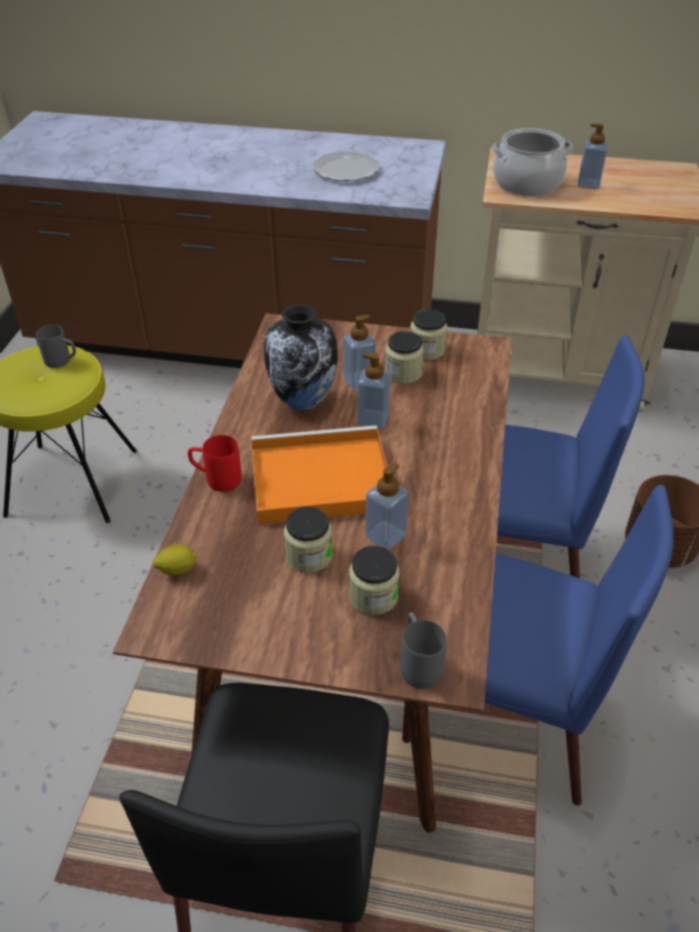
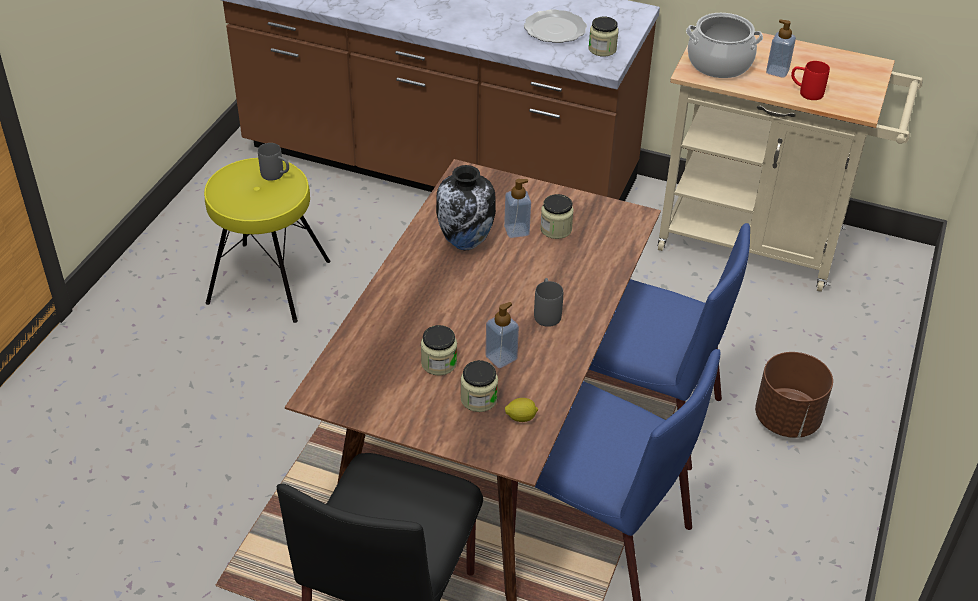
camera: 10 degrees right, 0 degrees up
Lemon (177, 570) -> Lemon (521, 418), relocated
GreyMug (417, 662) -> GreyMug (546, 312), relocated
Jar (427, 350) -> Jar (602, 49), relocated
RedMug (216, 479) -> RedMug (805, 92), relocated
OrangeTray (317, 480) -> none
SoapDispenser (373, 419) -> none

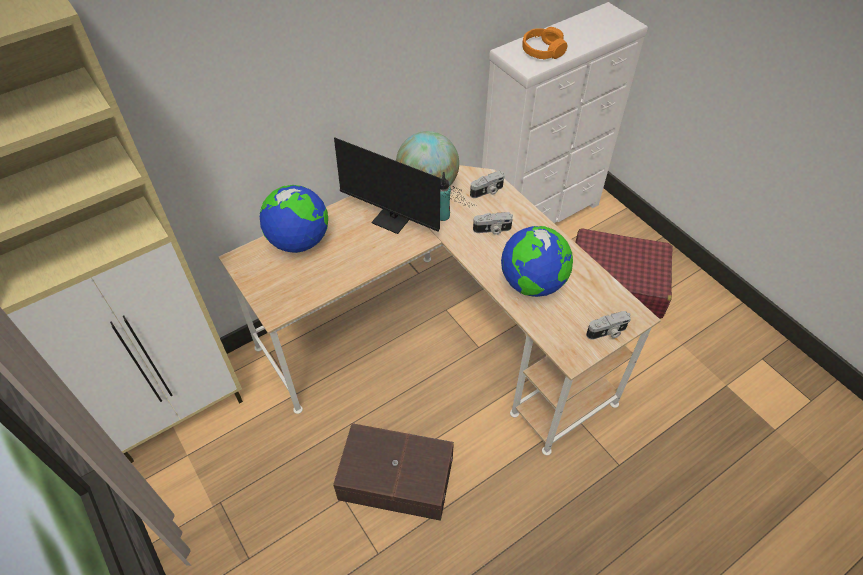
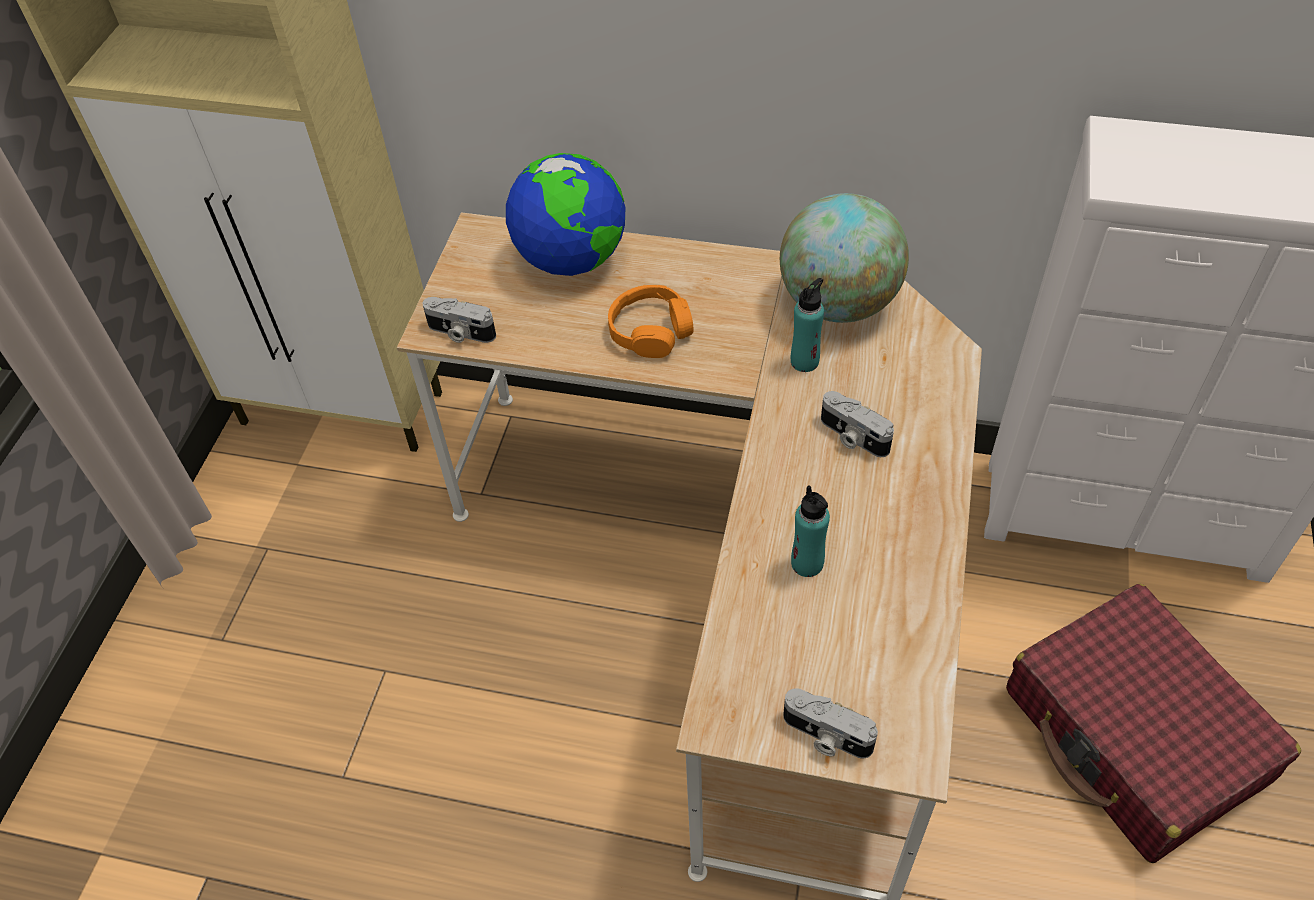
camera: 50 degrees right, 0 degrees up
PhotoCamera (487, 191) -> PhotoCamera (460, 333), relocated
OrangeHeadphones (543, 50) -> OrangeHeadphones (651, 331), relocated
Globe (532, 283) -> TurquoiseBottle (807, 563)
BrownStorageBox (395, 477) -> none
Monitor (396, 222) -> none

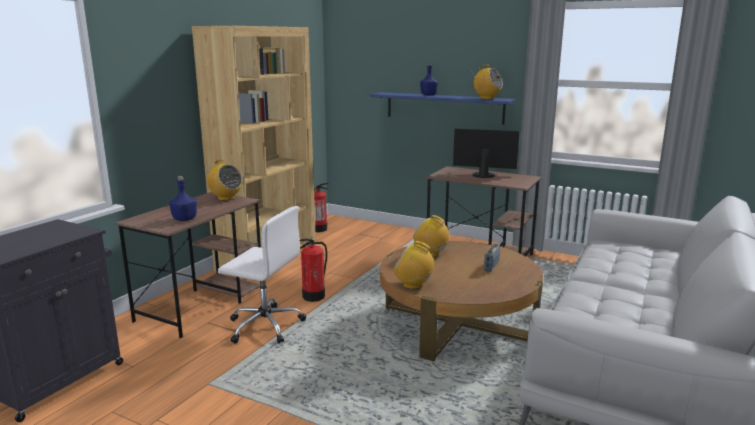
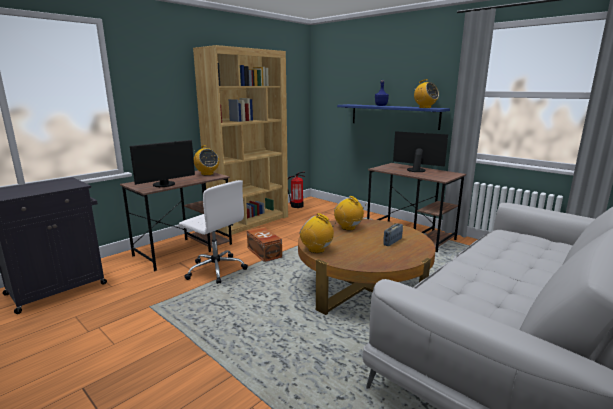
camera: 15 degrees right, 0 degrees up
BlueBottle (185, 219) -> Monitor (165, 185)
FireExtinguisher (314, 296) -> BrownStorageBox (264, 253)

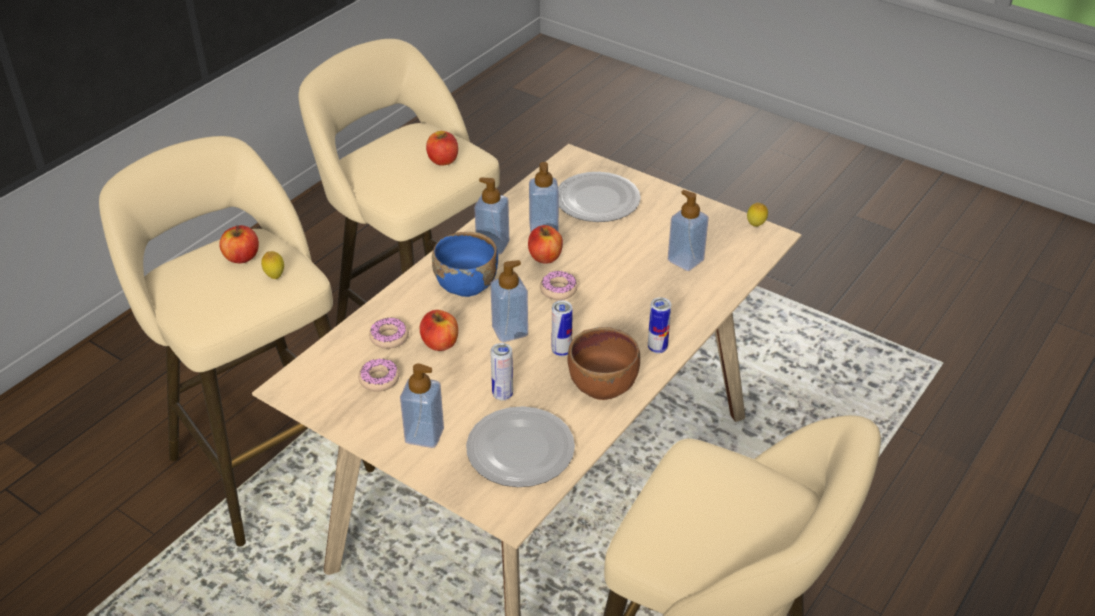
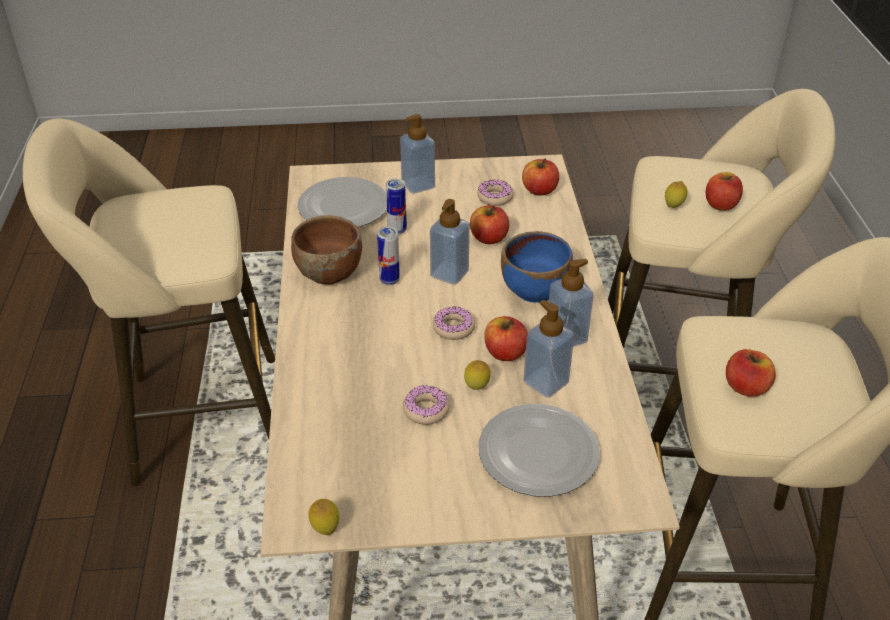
camera: 140 degrees right, 0 degrees up
Donut (389, 337) -> Donut (426, 410), relocated
none -> Lemon (476, 388)
none -> Apple (539, 190)
Can (657, 348) -> none
SoapDispenser (685, 260) -> none

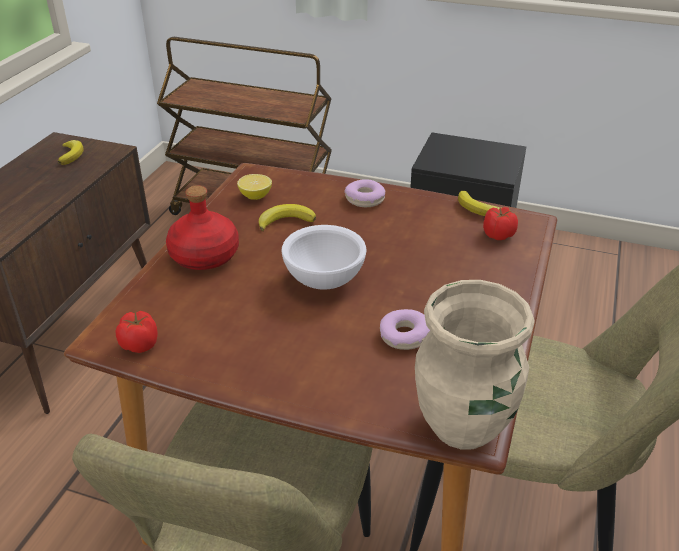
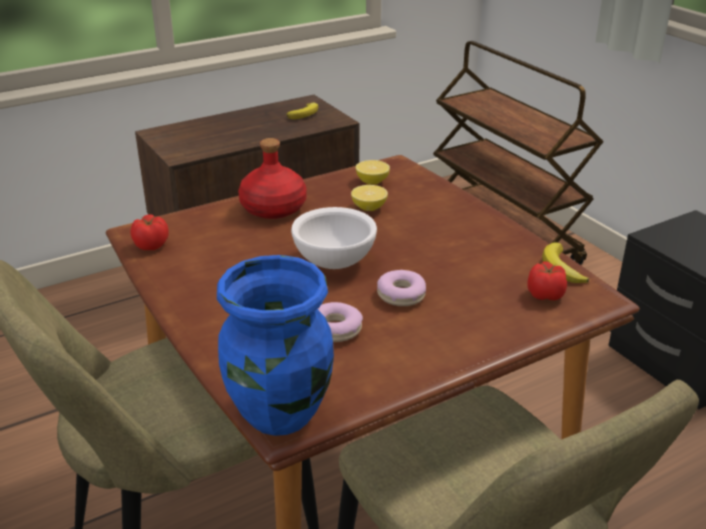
camera: 40 degrees right, 5 degrees down
BeigeVase (464, 426) -> BlueVase (281, 414)
Banana (285, 221) -> Lemon (369, 208)
Donut (364, 199) -> Donut (401, 295), relocated

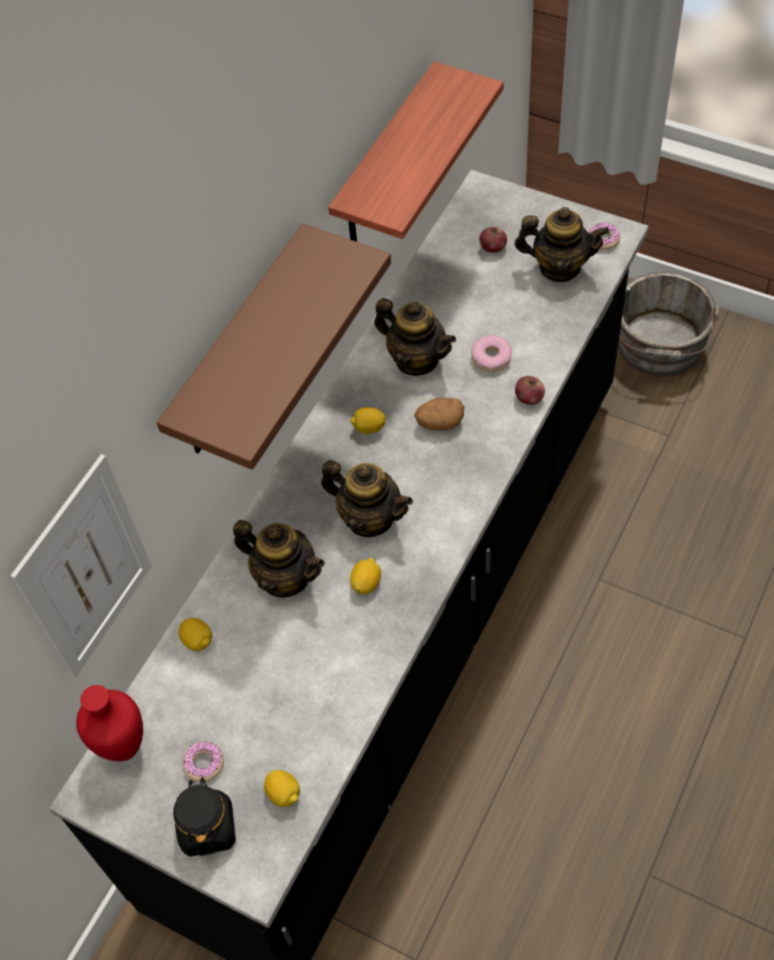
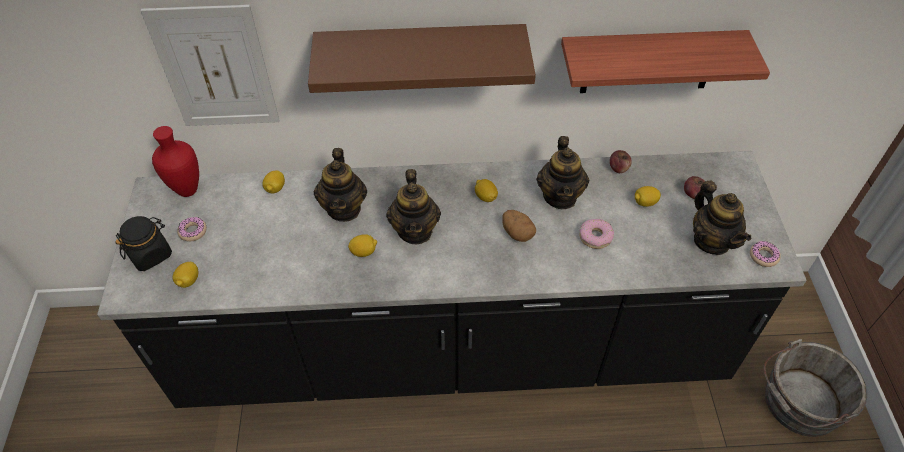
camera: 55 degrees right, 5 degrees down
Apple (529, 398) -> Apple (618, 168), relocated
none -> Lemon (645, 202)

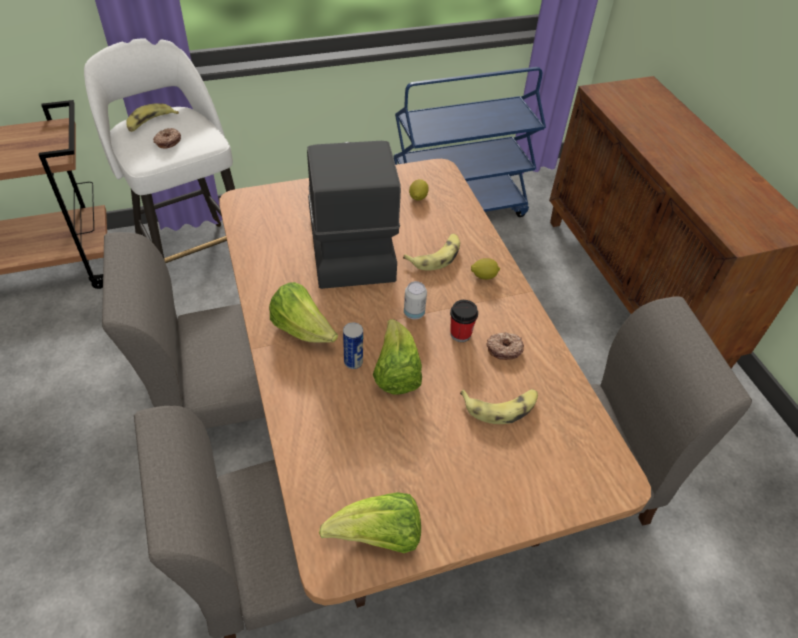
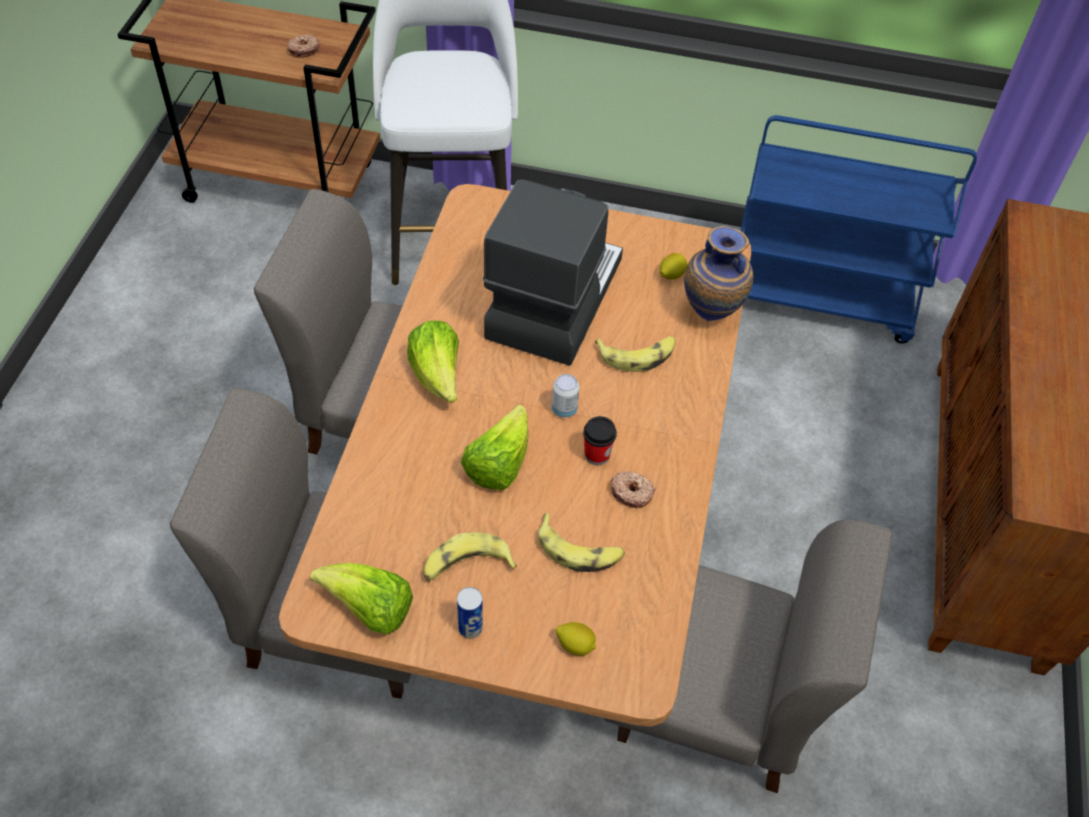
camera: 30 degrees right, 5 degrees up
Donut (167, 141) -> Donut (303, 50), relocated
Banana (150, 123) -> Banana (466, 565), relocated
Can (353, 362) -> Can (470, 628), relocated
Lemon (483, 276) -> Lemon (575, 645), relocated
none -> Vase (711, 314)

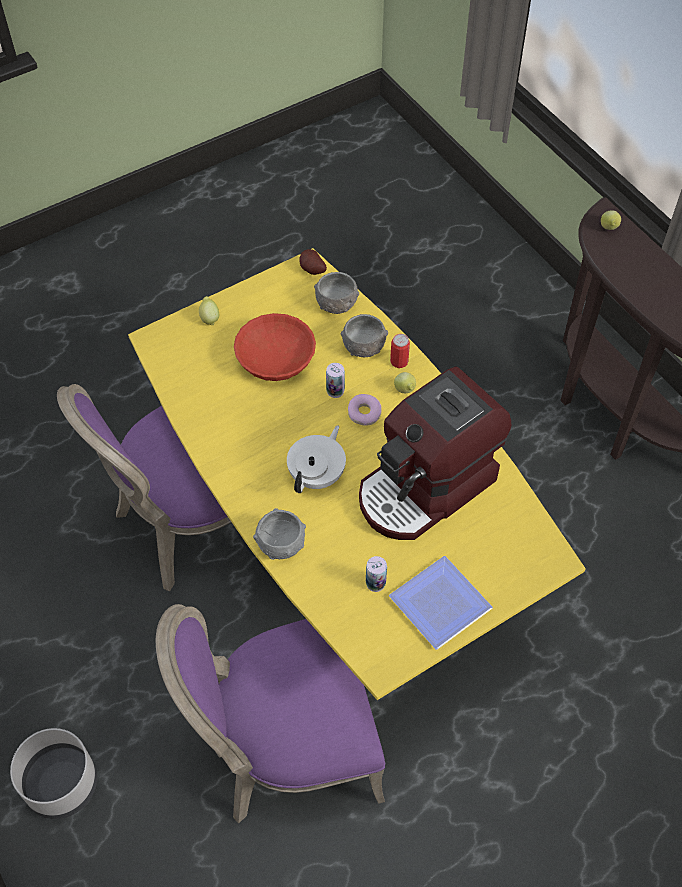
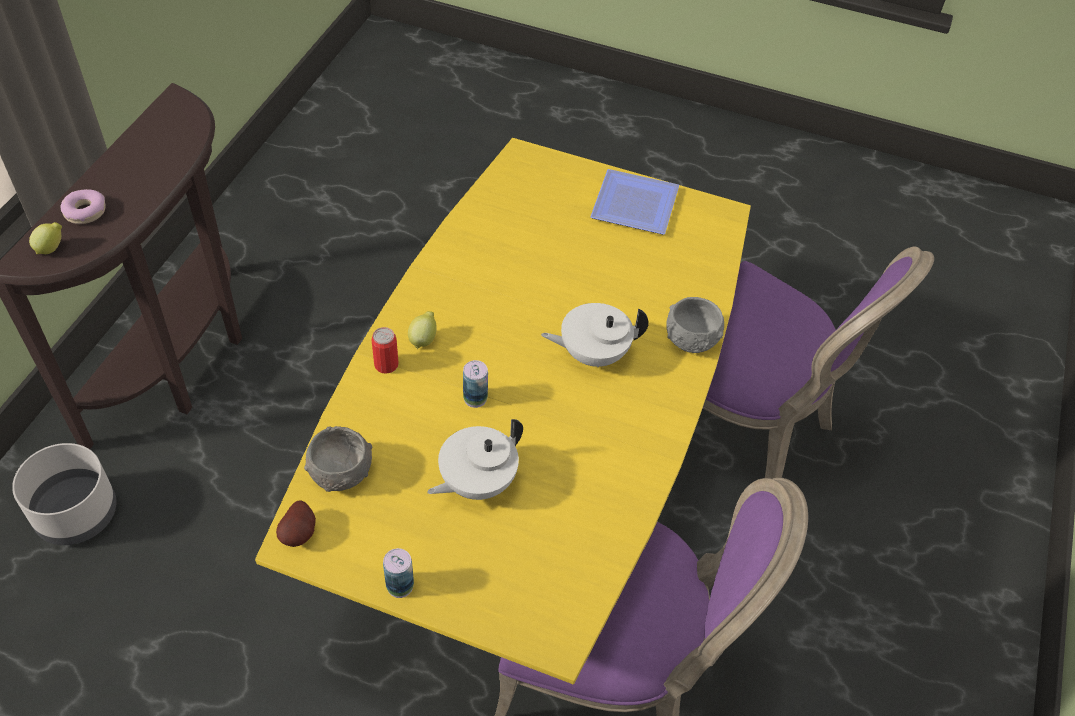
camera: 130 degrees left, 5 degrees down
GreyPlanter (61, 783) -> GreyPlanter (76, 514), relocated
Donut (364, 413) -> Donut (85, 212), relocated
Can (375, 583) -> Can (400, 586), relocated
RedBowl (276, 358) -> WhiteTeapot (476, 482)
Lemon (209, 318) -> none
GreyBowl (363, 346) -> none
CoffeeMachine (426, 488) -> none

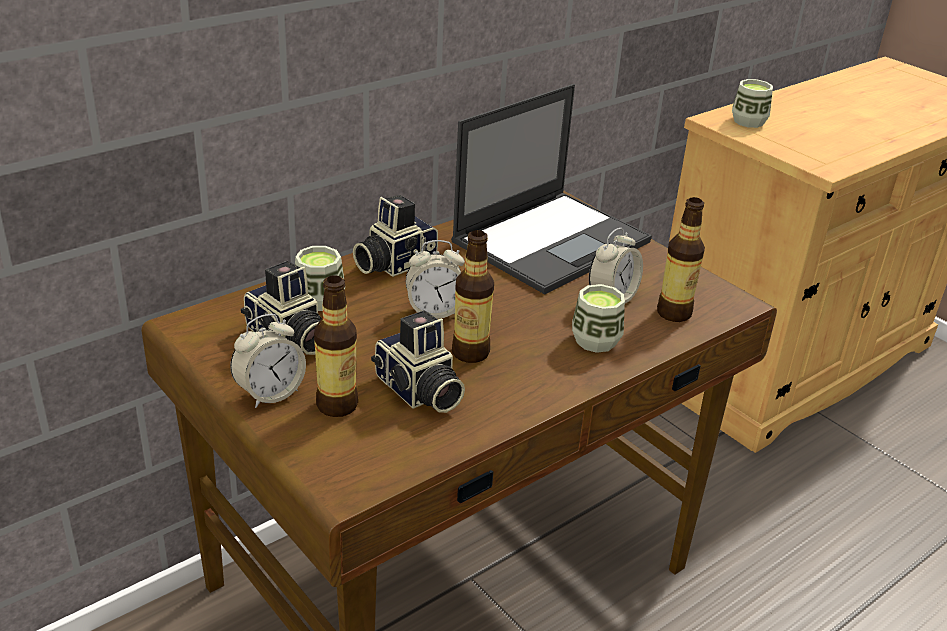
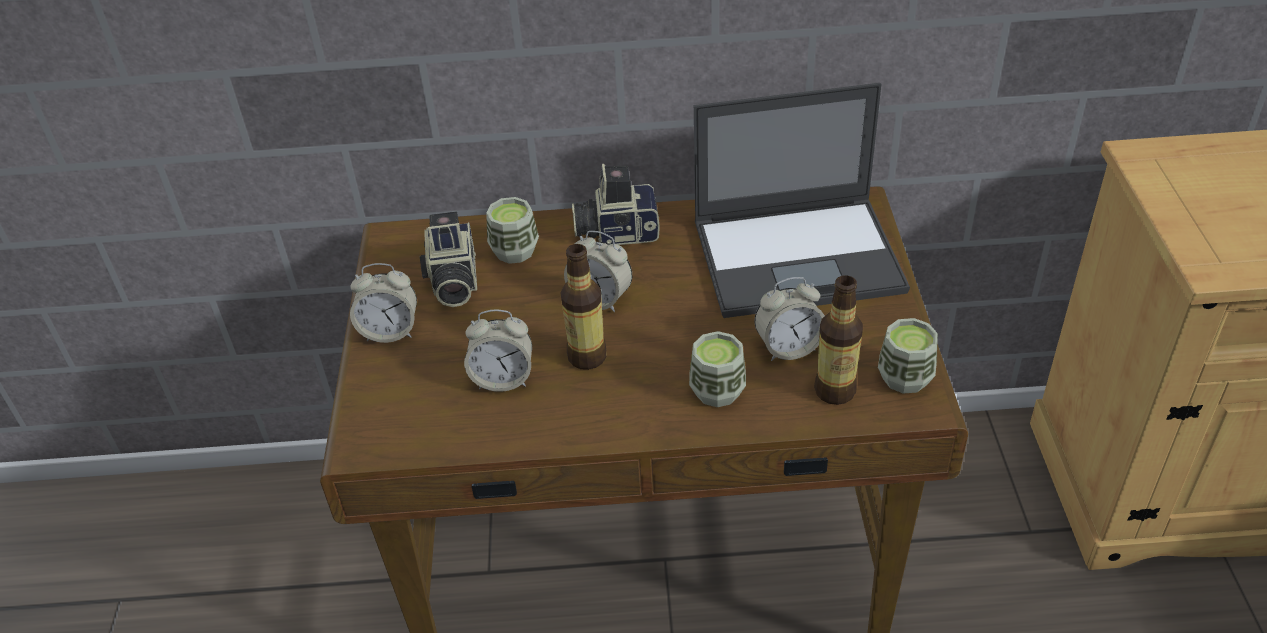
camera: 40 degrees right, 10 degrees up
PhotoCamera (418, 392) -> AlarmClock (503, 379)
Cup (748, 122) -> Cup (905, 377), relocated
Bottle (337, 405) -> none

